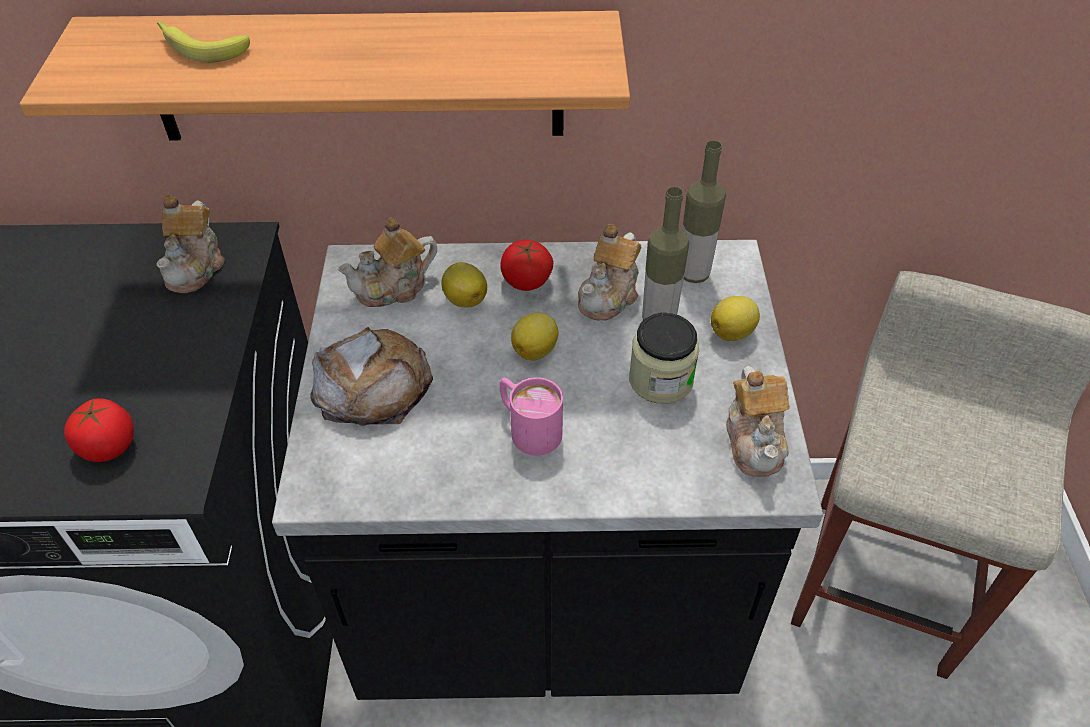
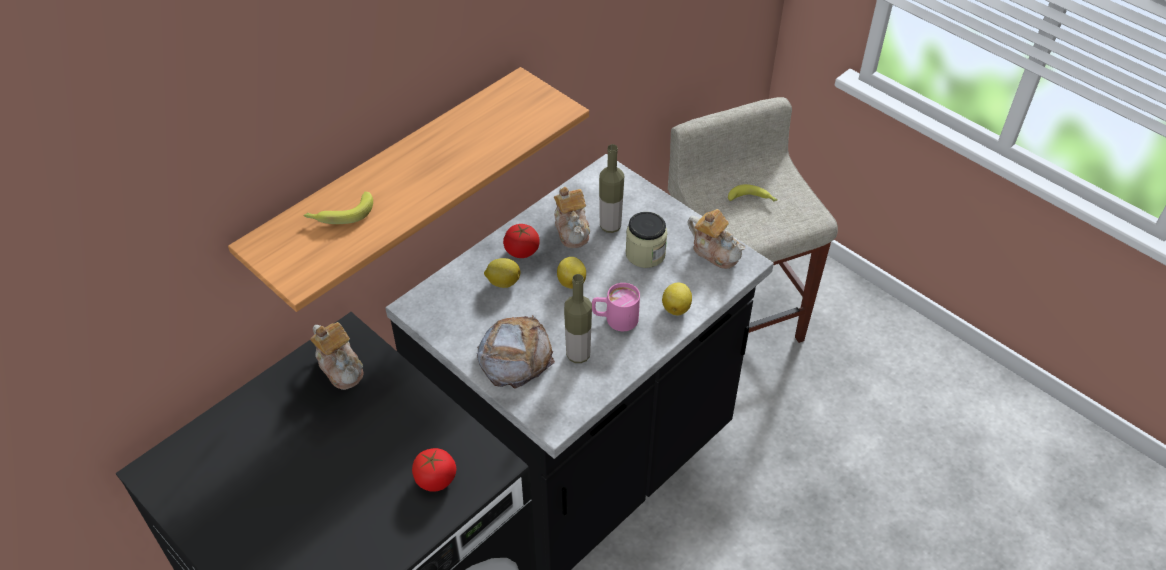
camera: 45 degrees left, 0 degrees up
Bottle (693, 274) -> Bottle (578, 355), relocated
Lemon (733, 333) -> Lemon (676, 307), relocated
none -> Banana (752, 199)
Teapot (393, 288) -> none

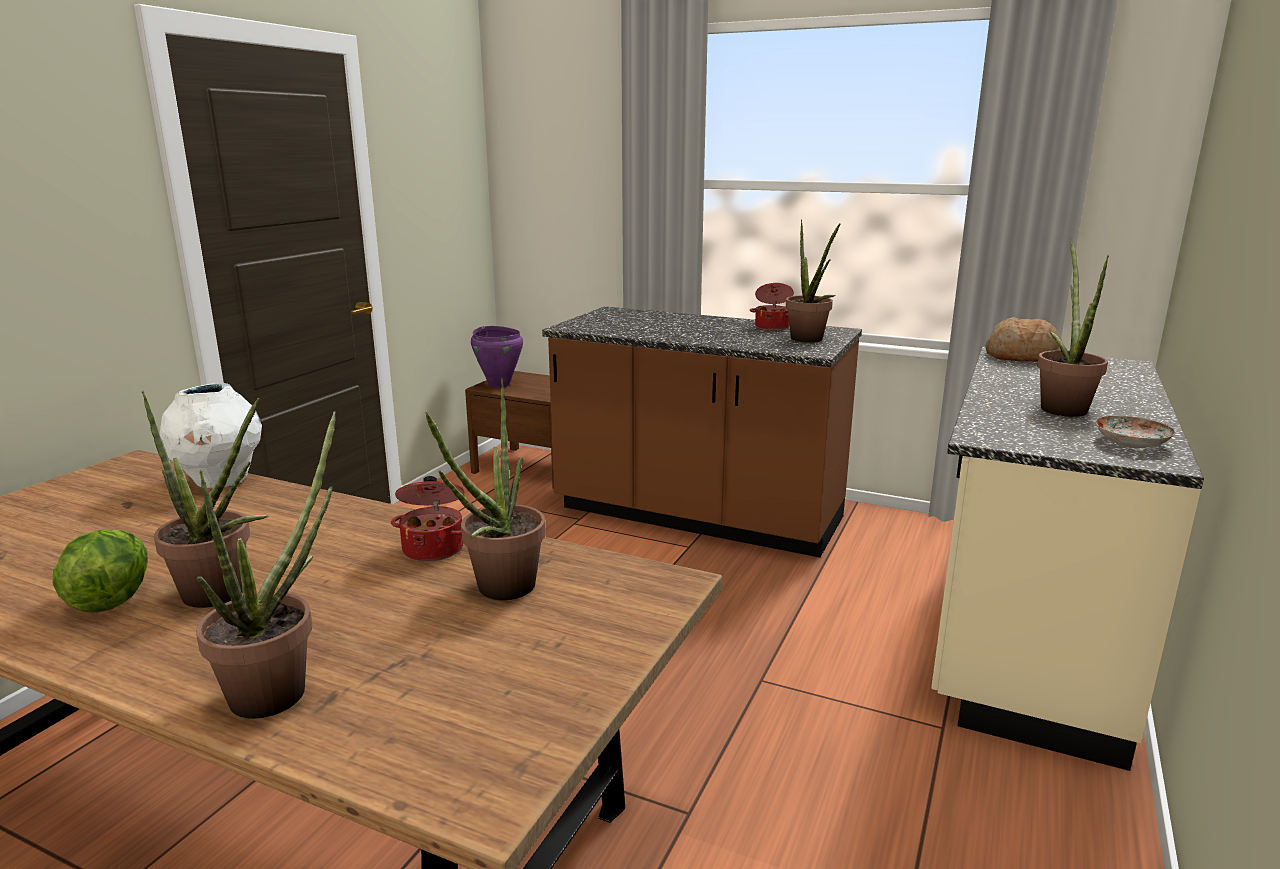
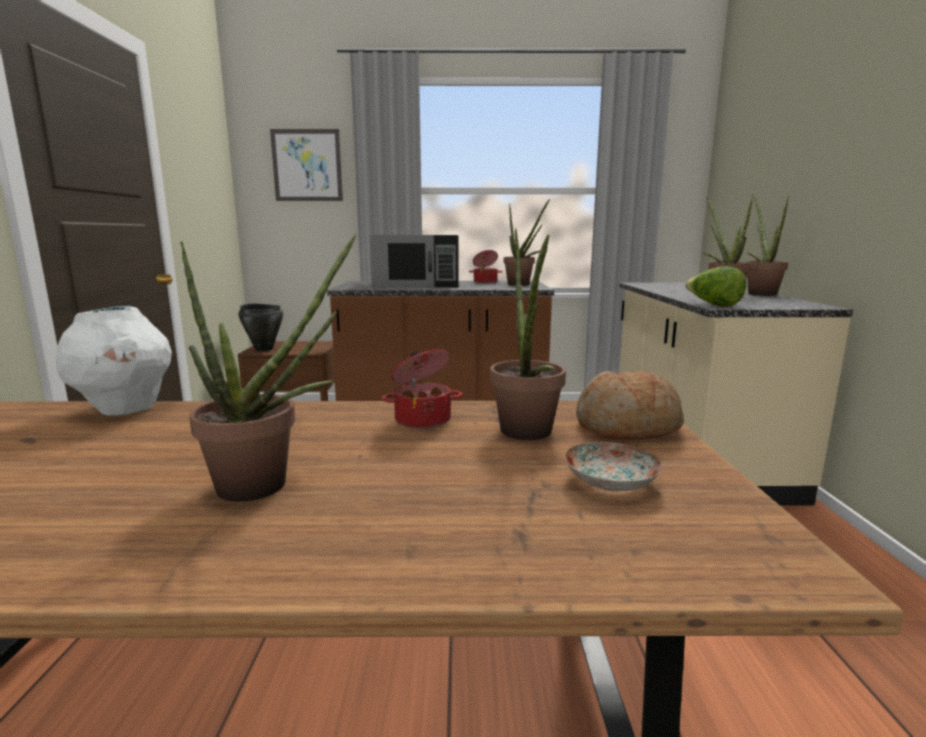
camera: 25 degrees left, 5 degrees down
PurpleCookingPot (499, 384) -> BlackCookingPot (264, 349)
none -> Picture (307, 165)
none -> BlackMicrowave (417, 284)
Plate (1132, 443) -> Plate (611, 482), relocated
Bread (1021, 357) -> Bread (627, 427), relocated
Lettuce (112, 597) -> Lettuce (713, 305), relocated
PottedPlant (282, 687) -> PottedPlant (759, 293), relocated

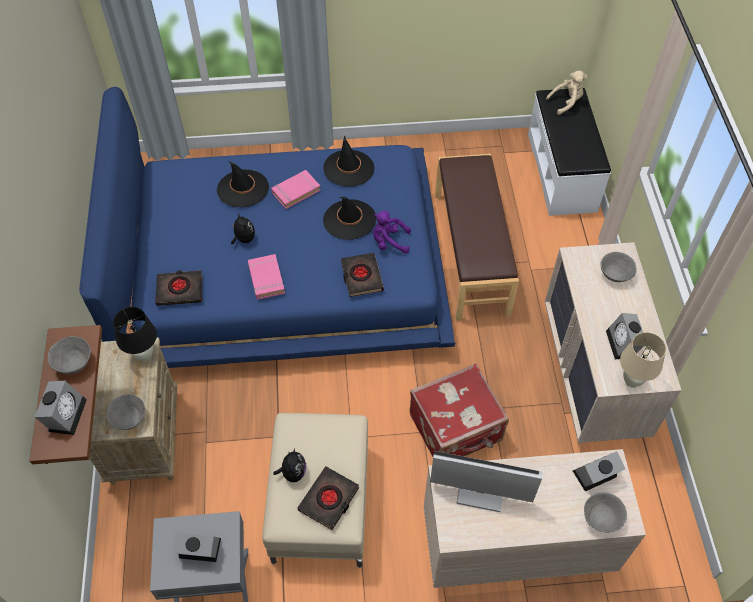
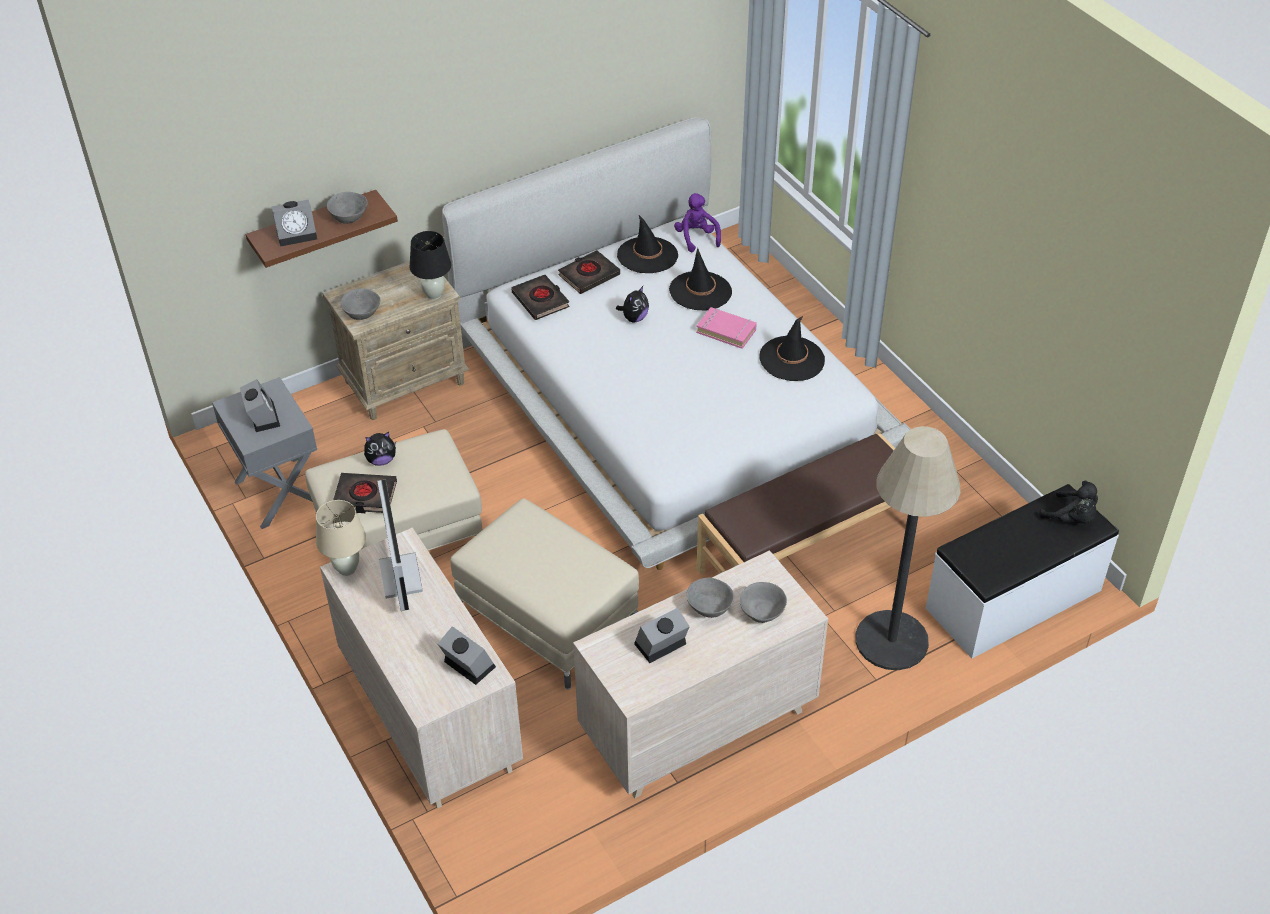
camera: 65 degrees right, 10 degrees down
BeigeTableLamp (632, 381) -> BeigeTableLamp (347, 569), relocated
BlueBed (281, 266) -> WhiteBed (671, 396)
RedSuitcase (456, 429) -> BeigeOttoman (549, 618)
BlackBook (361, 277) -> BlackBook (589, 275), relocated
BlackHat (349, 220) -> BlackHat (647, 255), relocated
PurplePlushToy (389, 242) -> PurplePlushToy (696, 238), relocated
GreyBowl (601, 517) -> GreyBowl (710, 607), relocated
none -> FloorLamp (891, 640)
BeigePlushToy (566, 102) -> BlackPlushToy (1071, 518)
PinkBook (266, 279) -> none

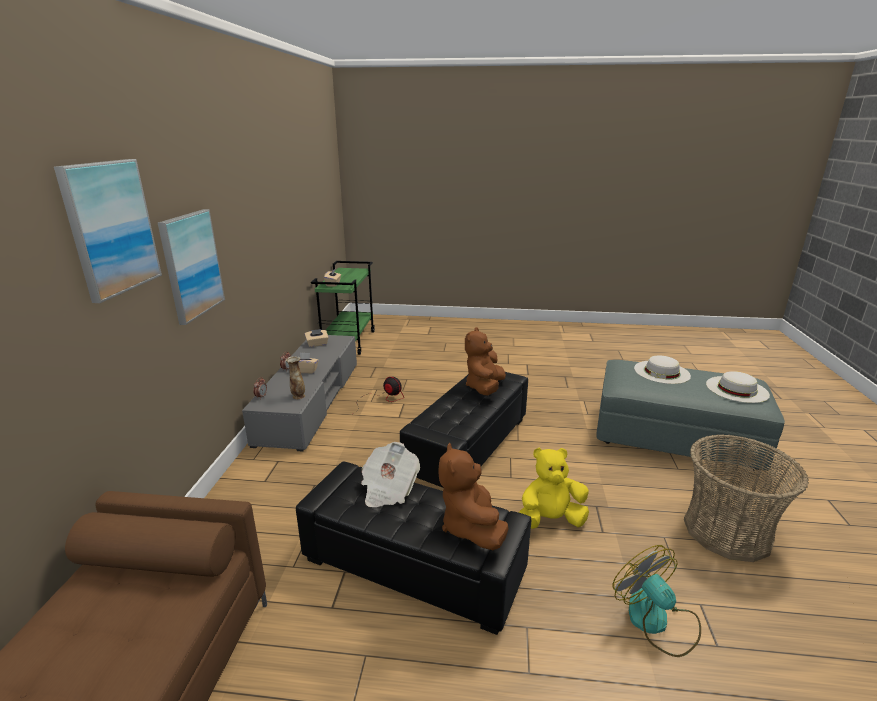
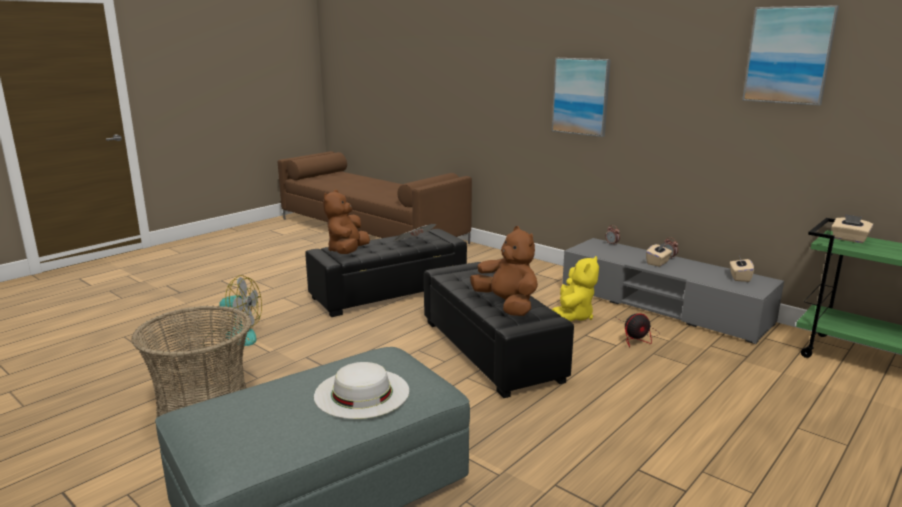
camera: 125 degrees right, 5 degrees down
BrownPlushToy (470, 527) -> BrownPlushToy (347, 252), 105 degrees counterclockwise
YellowPlushToy (550, 520) -> YellowPlushToy (572, 316), relocated
Picture (111, 228) -> Picture (788, 55), relocated
Vase (298, 396) -> none
WhiteHat (736, 389) -> none

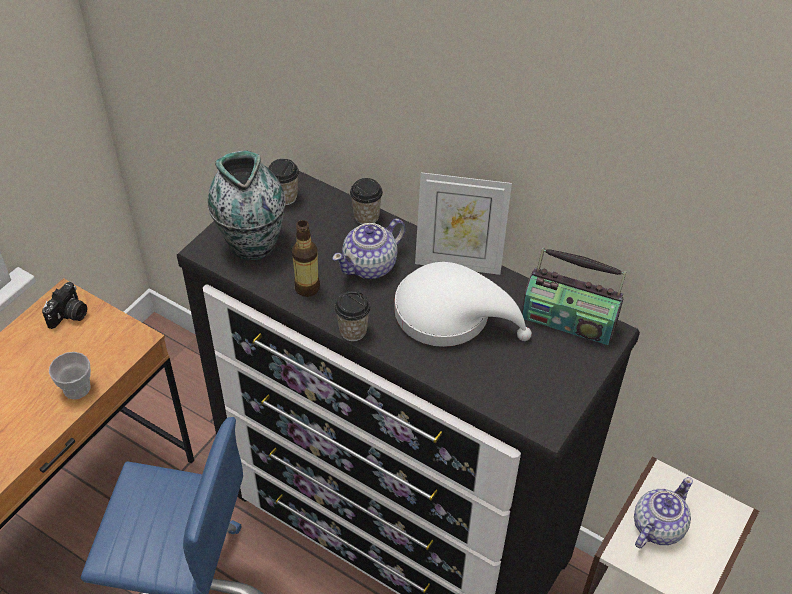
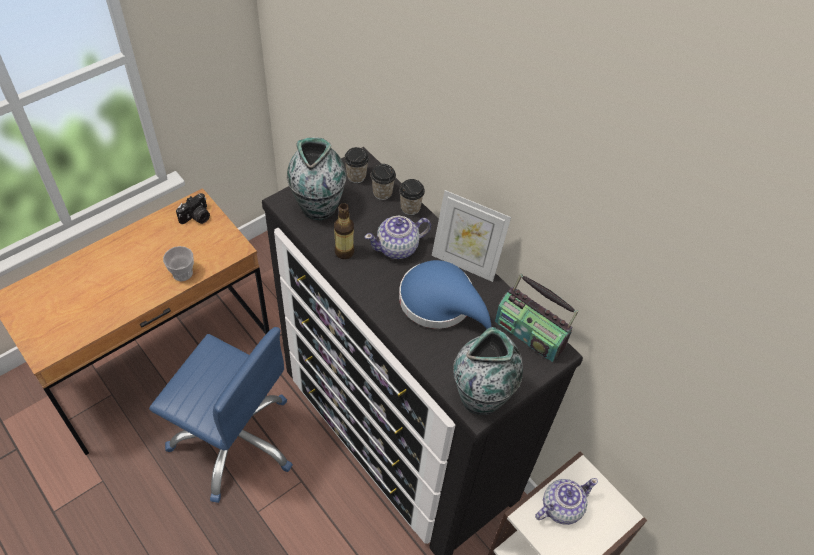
camera: 15 degrees right, 5 degrees up
Cup (353, 331) -> Cup (382, 193), relocated
WhiteHat (450, 315) -> BlueHat (441, 303)
none -> Vase (481, 396)

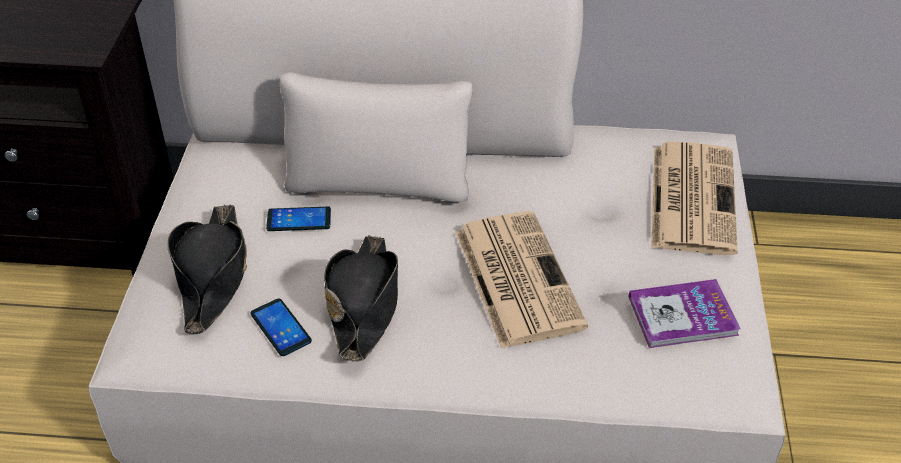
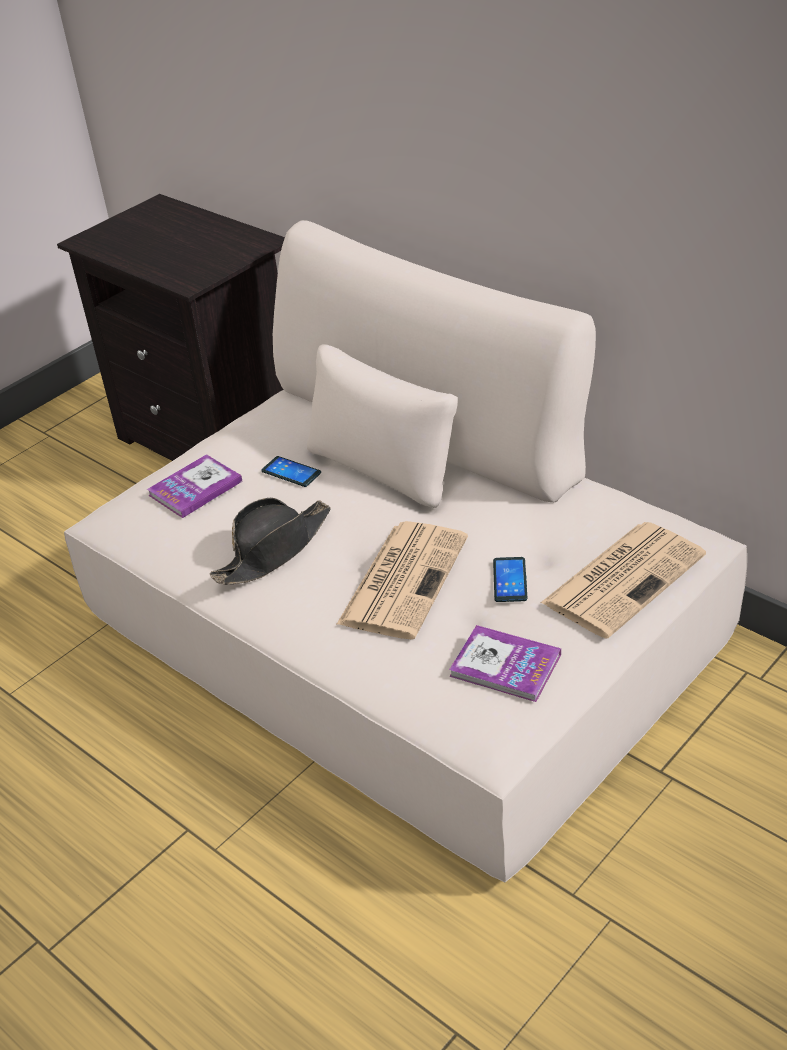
camera: 40 degrees right, 5 degrees down
BlackHat (212, 276) -> Book (195, 488)
Phone (281, 327) -> Phone (510, 580), relocated

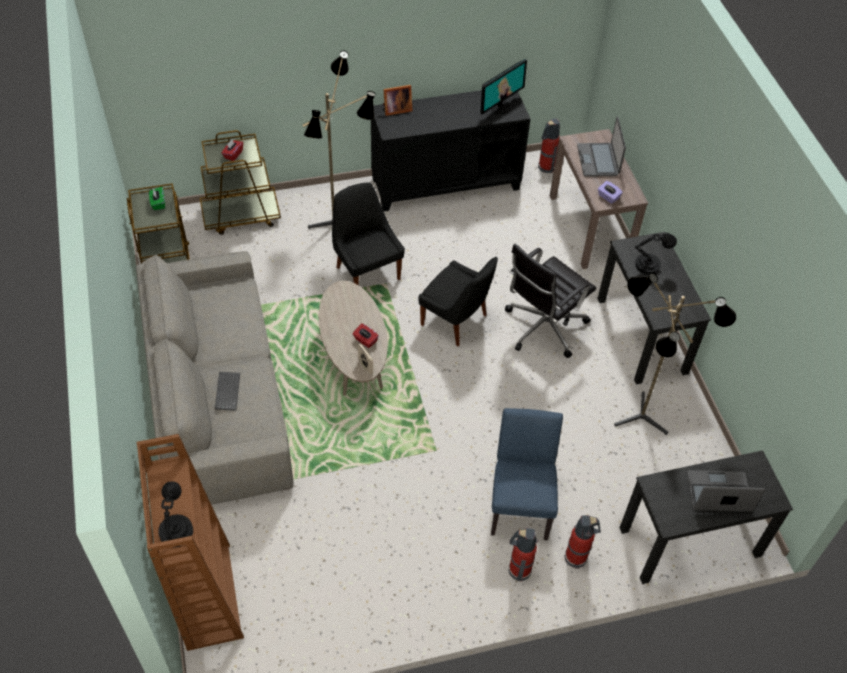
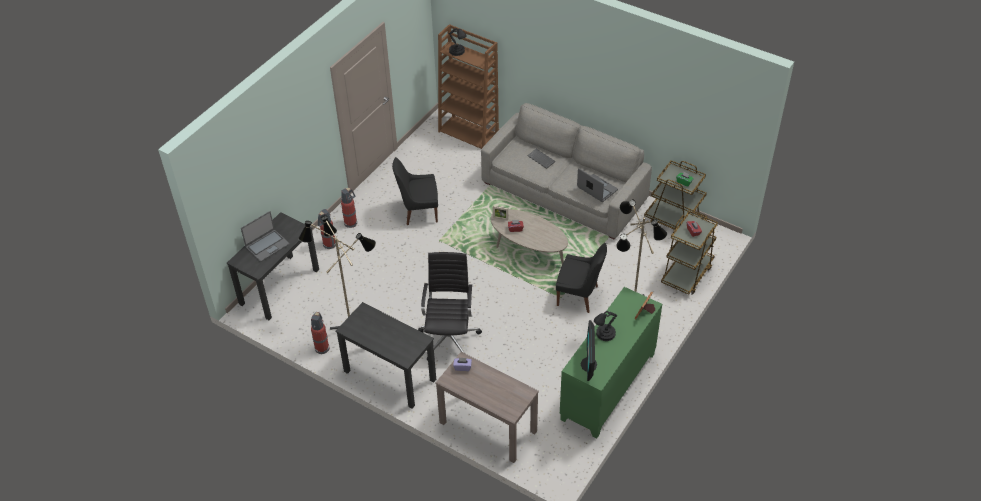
camera: 140 degrees right, 5 degrees down
FireExtinguisher (545, 167) -> FireExtinguisher (322, 347), relocated
BlackChair (456, 321) -> BlackChair (418, 211), relocated
BlackCabinet (445, 183) -> GreenCabinet (608, 386)
Laptop (598, 160) -> Laptop (597, 189), relocated
BlackTableLamp (649, 265) -> BlackTableLamp (604, 334), relocated
BlueChair (520, 503) -> none

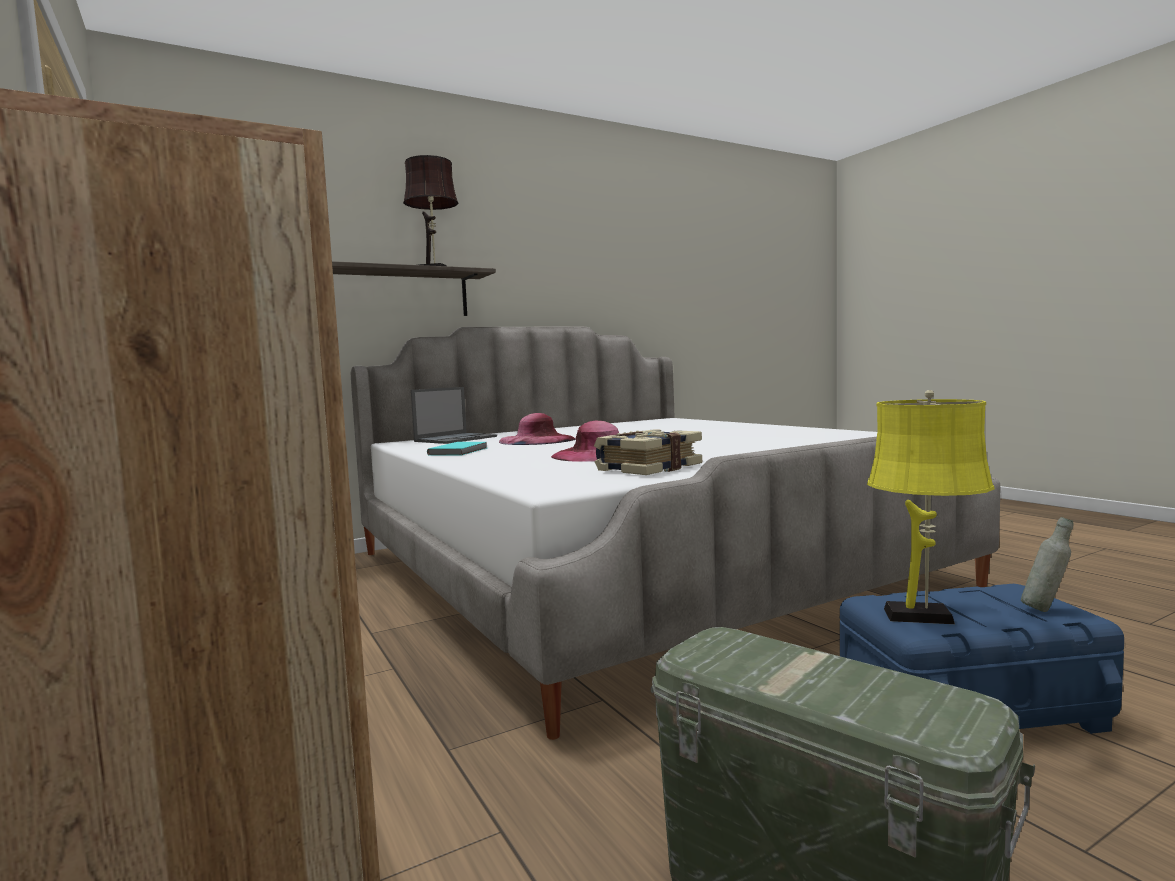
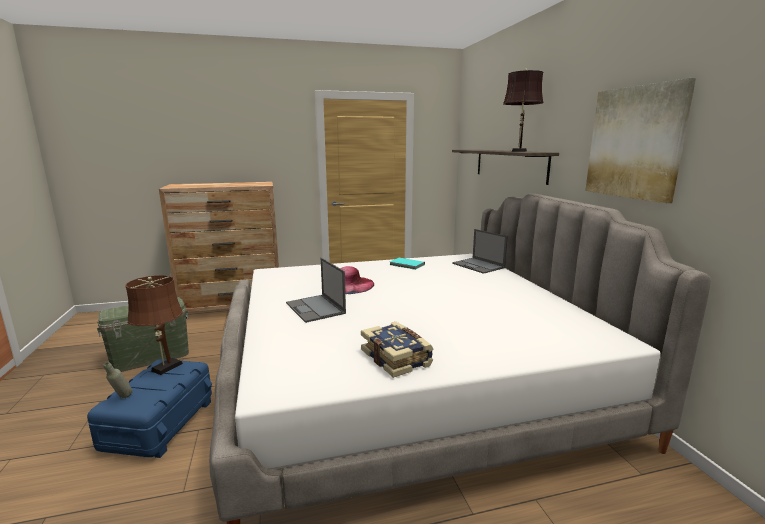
camera: 105 degrees right, 10 degrees up
YellowTableLamp (925, 616) -> BrownTableLamp (164, 368)
none -> Laptop (316, 308)
Book (647, 468) -> Book (397, 358), relocated
none -> Picture (635, 142)
PinkHat (537, 440) -> none

